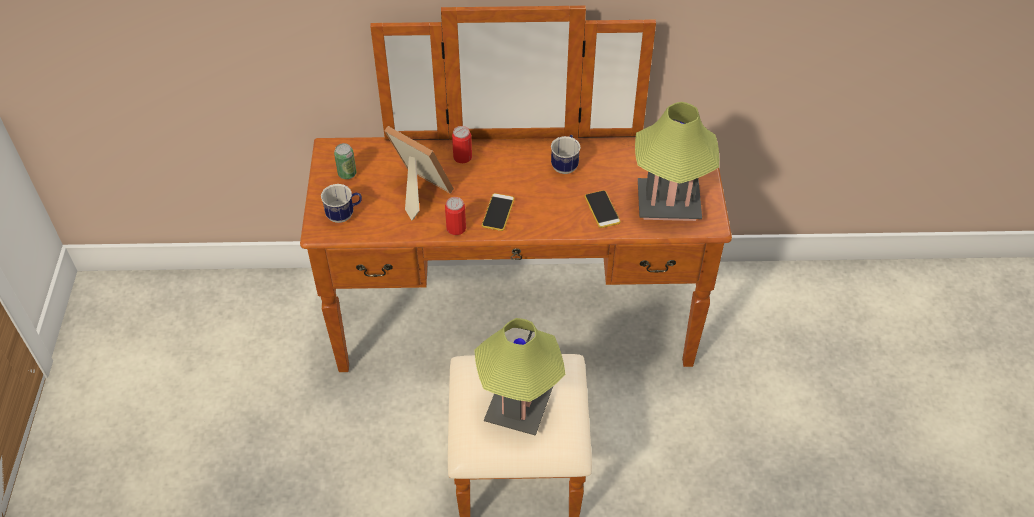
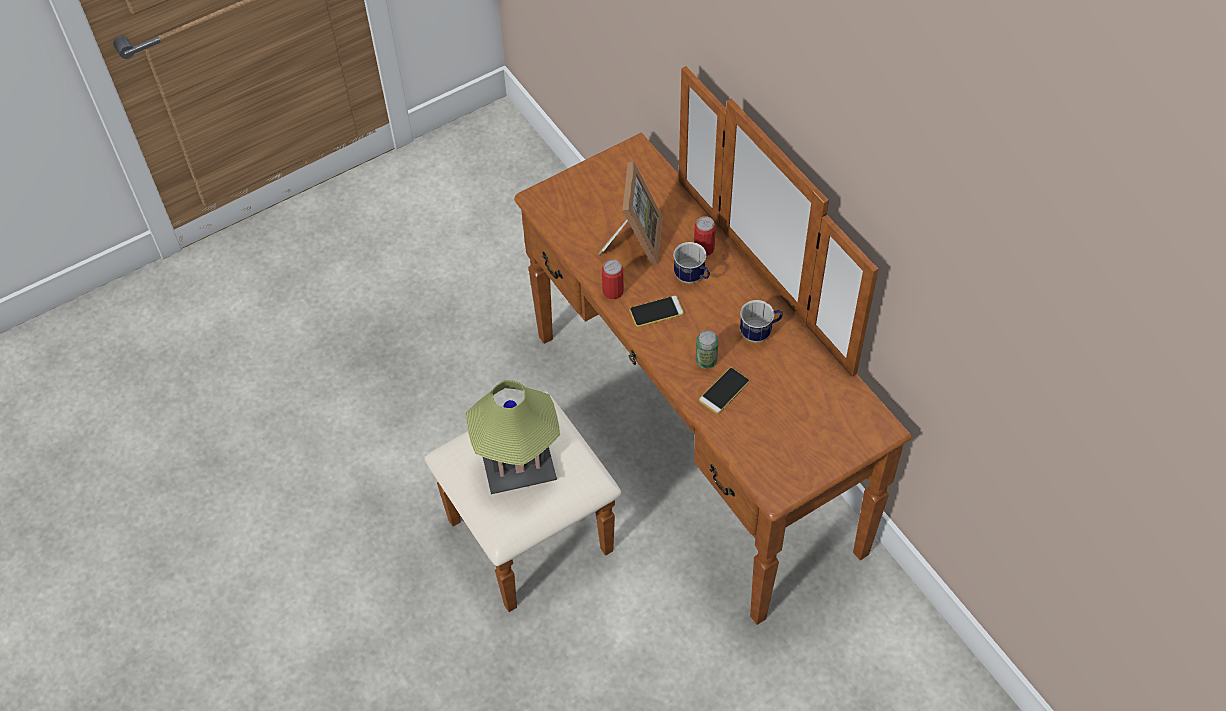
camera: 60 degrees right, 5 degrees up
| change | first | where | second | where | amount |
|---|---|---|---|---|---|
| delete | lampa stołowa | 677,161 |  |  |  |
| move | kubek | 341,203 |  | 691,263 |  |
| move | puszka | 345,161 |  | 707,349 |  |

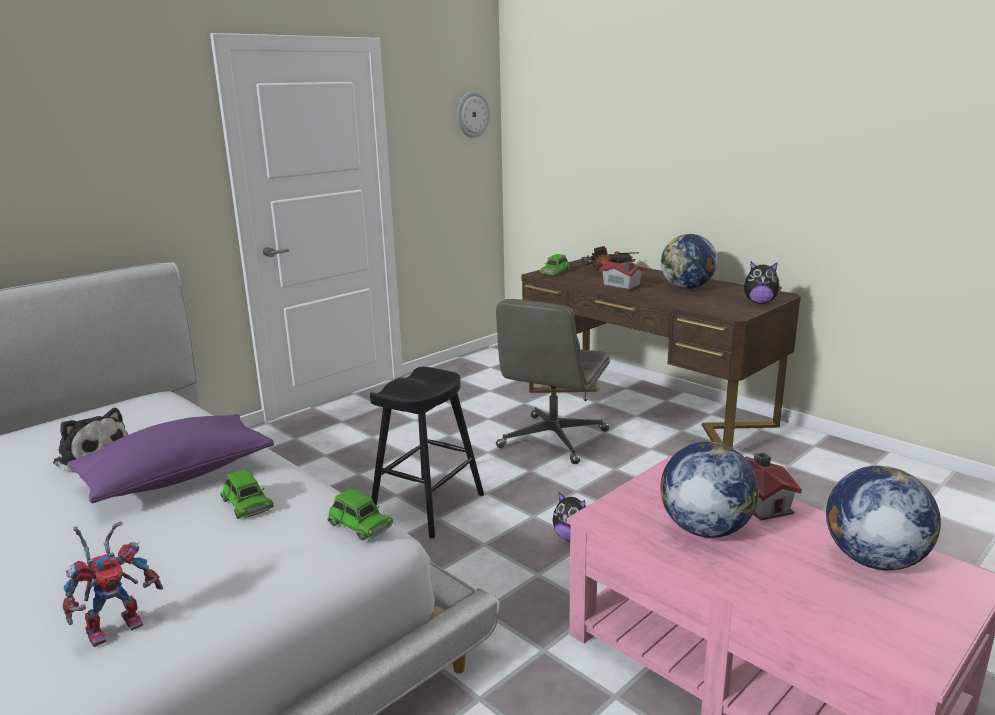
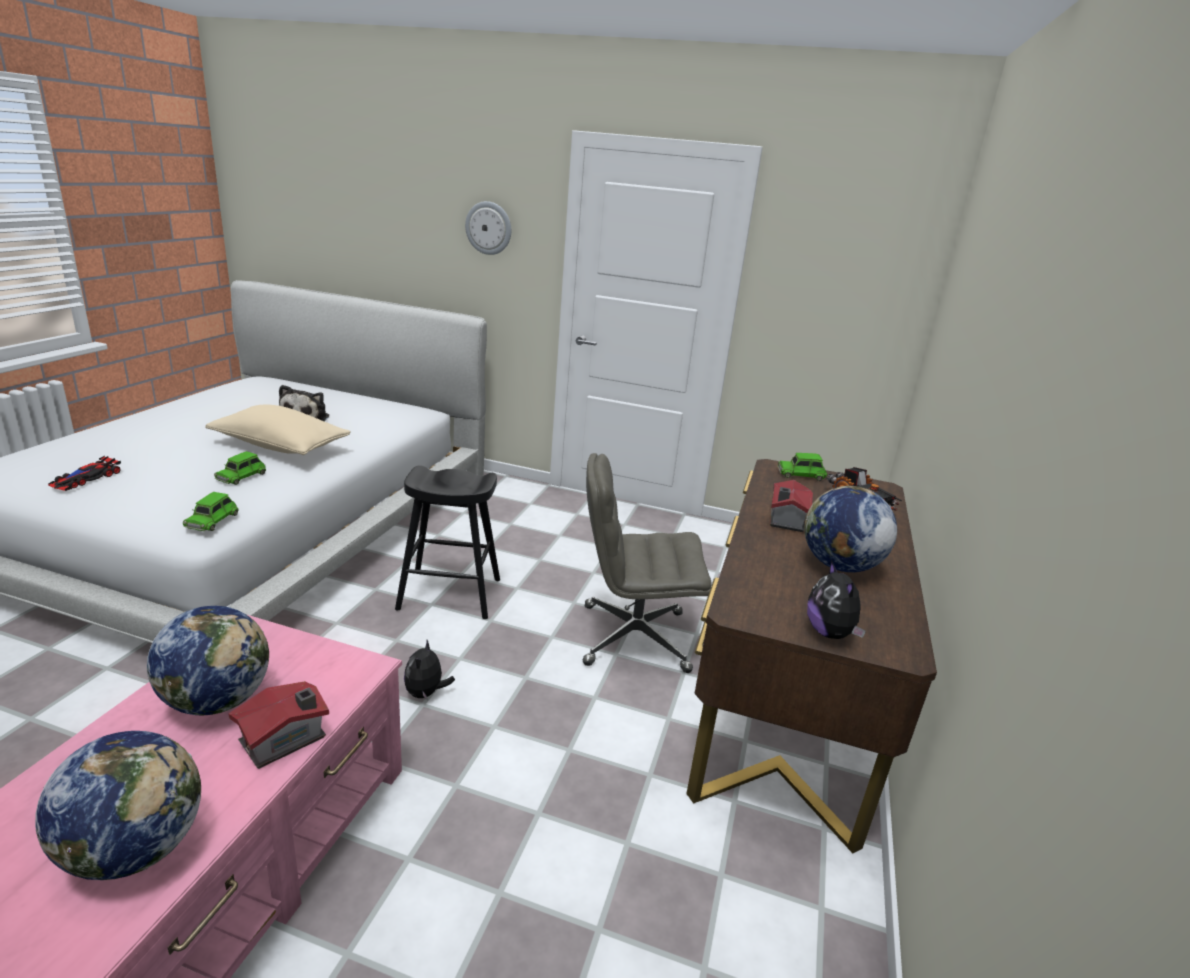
camera: 60 degrees right, 5 degrees up
| change | first | where | second | where | amount |
|---|---|---|---|---|---|
| move | zegar ścienny | 473,114 |  | 488,228 |  |
| replace | robot zabawkowy | 113,584 | samochodzik | 84,473 |  |
| recolor | poduszka [fioletowy] | 170,458 | poduszka [beżowy] | 277,430 |  |

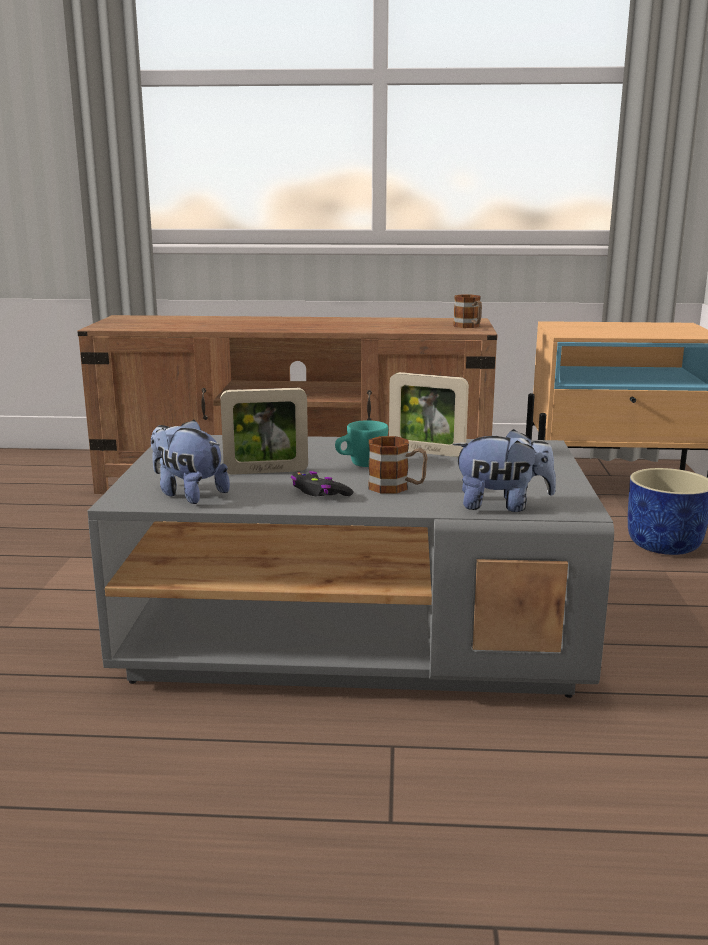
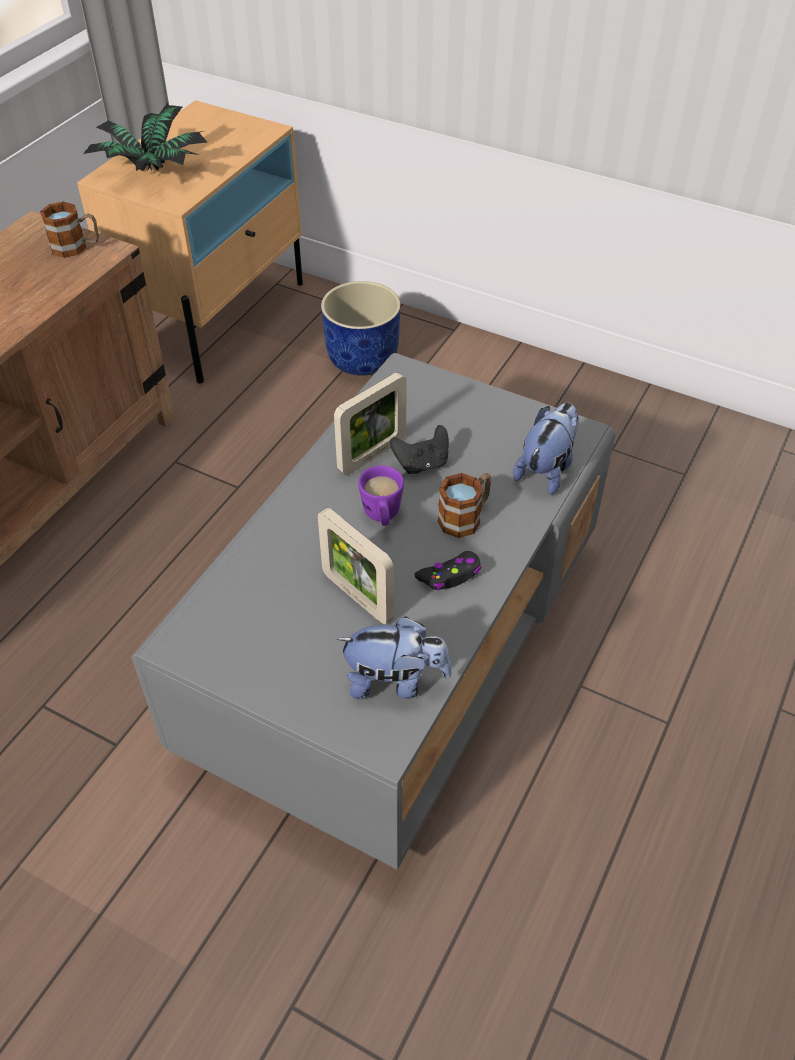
camera: 65 degrees left, 30 degrees up
| change | first | where | second | where | amount |
|---|---|---|---|---|---|
| insert |  |  | roślina doniczkowa | 145,137 |  |
| insert |  |  | pad do gier [czarny] | 419,449 |  |
| recolor | kubek [turkusowy] | 361,443 | kubek [fioletowy] | 381,495 |  |
| rotate | pluszak | 190,462 |  | 394,658 | 150 degrees counterclockwise |
| rotate | ramka na zdjęcie | 264,431 |  | 356,566 | 120 degrees clockwise |

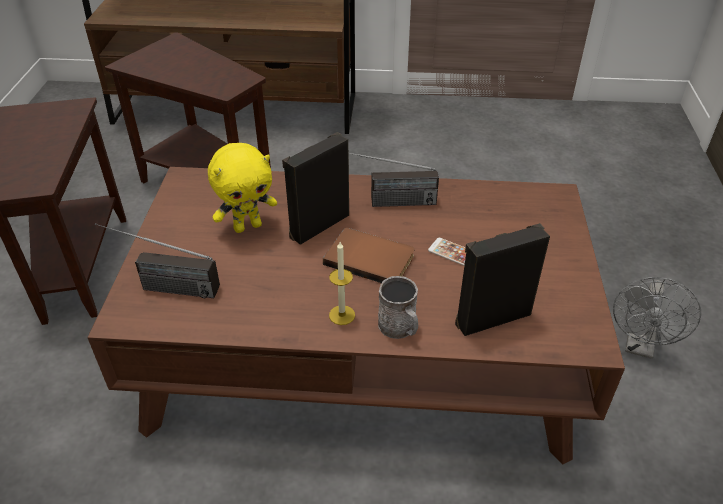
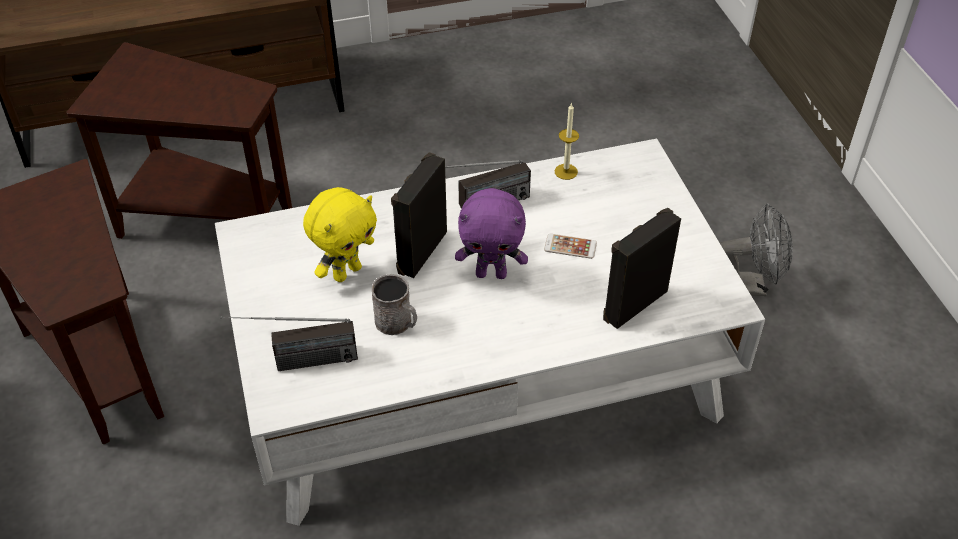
camera: 20 degrees left, 5 degrees up
| change | first | where | second | where | amount |
|---|---|---|---|---|---|
| move | świeca | 342,283 |  | 567,141 |  |
| move | kubek [szary] | 398,307 |  | 394,304 |  |
| replace | książka [brązowy] | 369,255 | pluszak [fioletowy] | 491,233 |  |
| recolor | ława [brązowy] | 356,315 | ława [biały] | 490,332 |  |
| rotate | wentylator [szary] | 657,318 |  | 756,249 | 90 degrees counterclockwise |

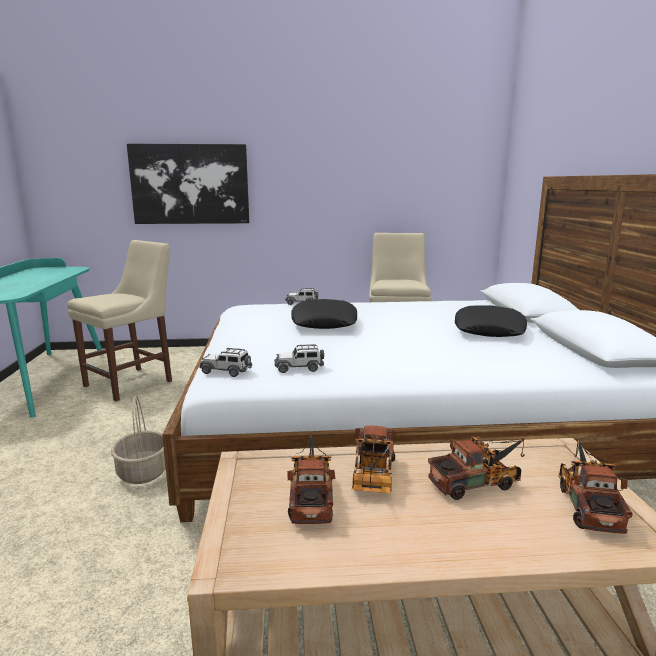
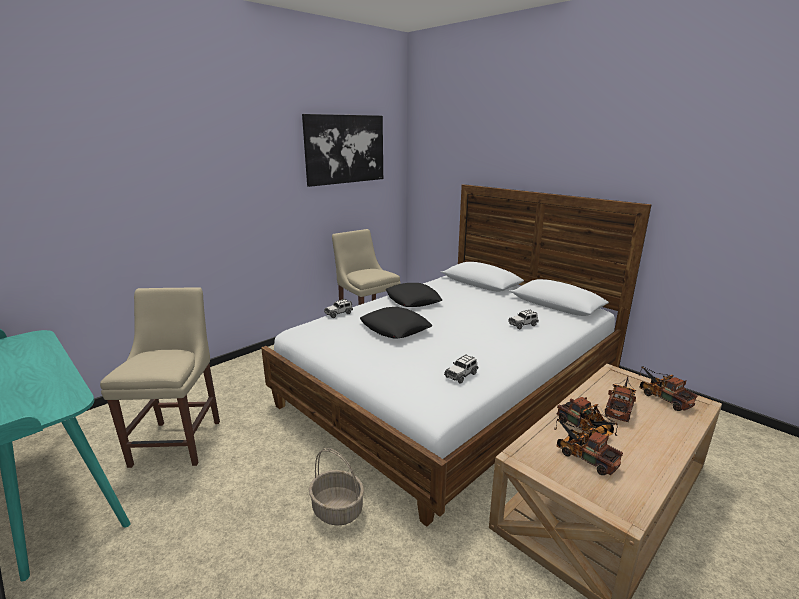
camera: 40 degrees left, 5 degrees up
| change | first | where | second | where | amount |
|---|---|---|---|---|---|
| move | obraz | 188,184 |  | 342,150 |  |
| move | samochodzik | 225,362 |  | 523,319 |  |
| move | poduszka [czarny] | 491,321 |  | 414,295 |  |

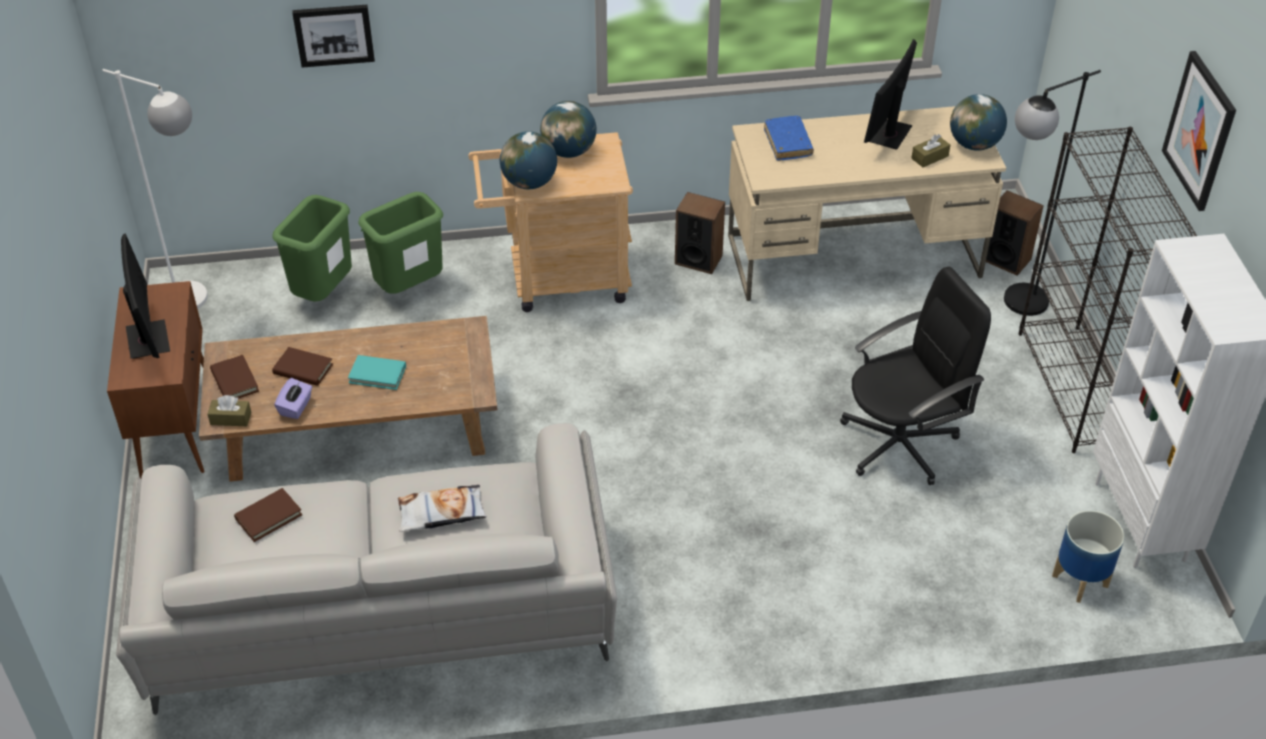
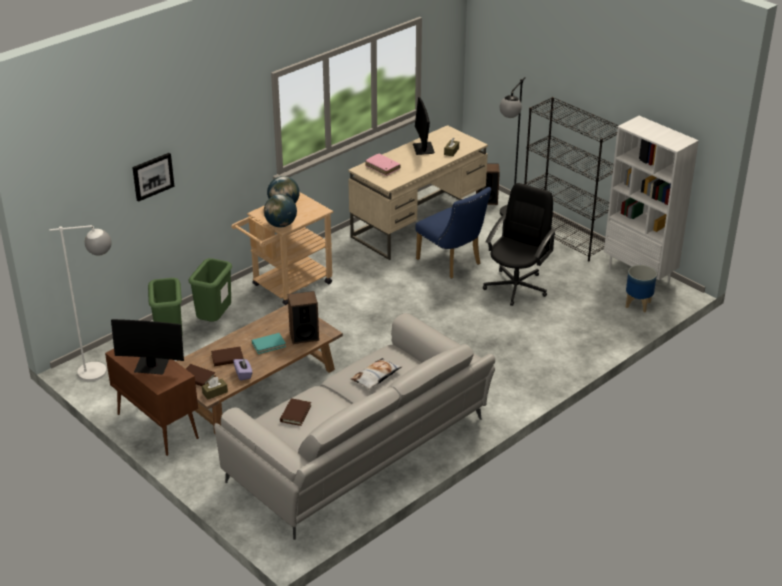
camera: 35 degrees left, 10 degrees down
| change | first | where | second | where | amount |
|---|---|---|---|---|---|
| delete | globus | 978,122 |  |  |  |
| delete | obraz | 1199,131 |  |  |  |
| insert |  |  | krzesło [niebieski] | 453,233 |  |
| move | głośnik | 700,233 |  | 303,317 |  |
| recolor | książka [niebieski] | 789,138 | książka [różowy] | 382,165 |  |
| rotate | monitor | 145,296 |  | 147,347 | 150 degrees clockwise |

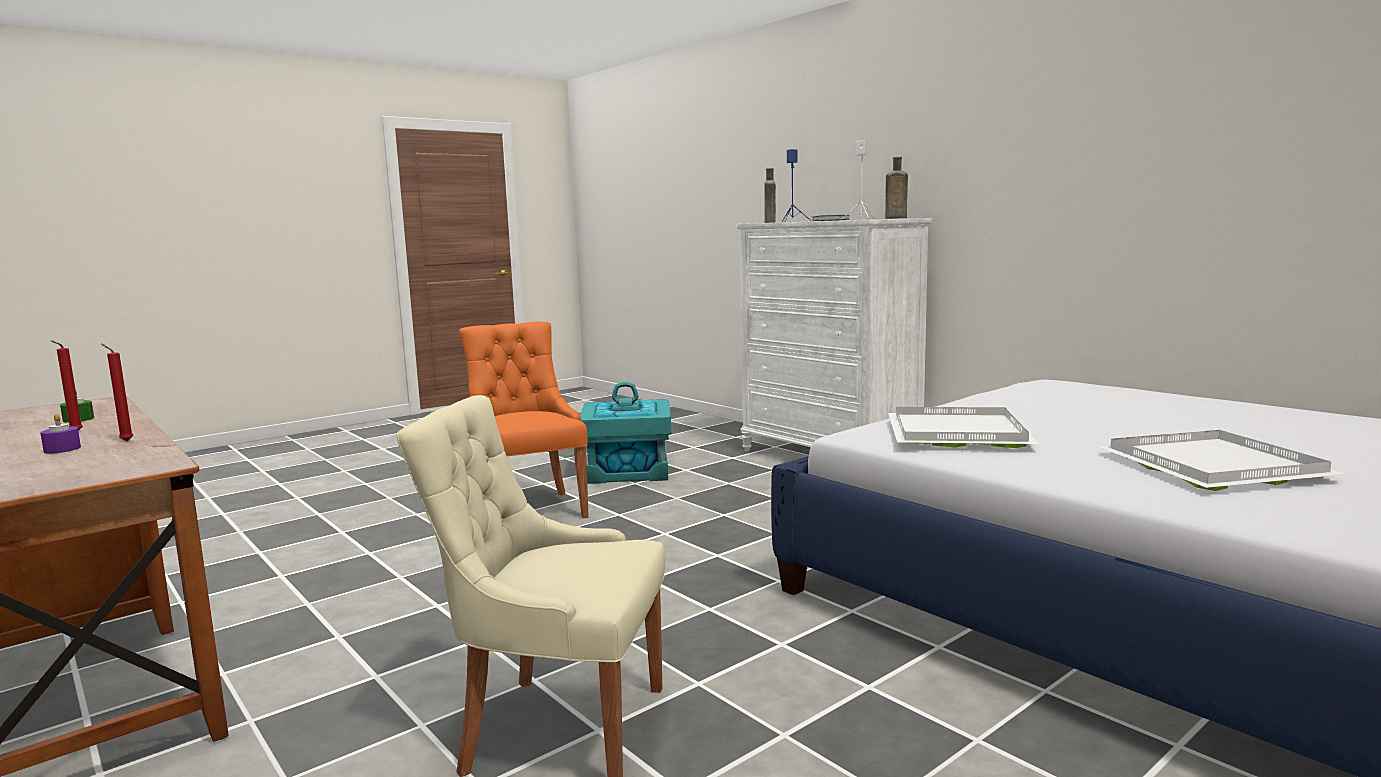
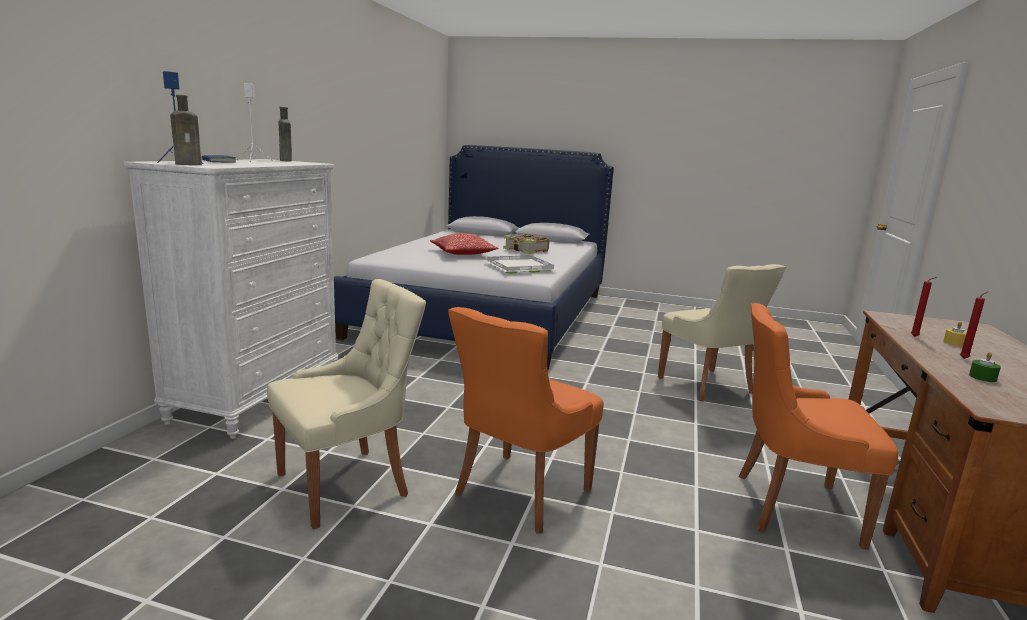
camera: 125 degrees left, 5 degrees up
| change | first | where | second | where | amount |
|---|---|---|---|---|---|
| insert |  |  | poduszka | 464,244 |  |
| insert |  |  | krzesło [pomarańczowy] | 818,426 |  |
| replace | pojemnik do przechowywania [turkusowy] | 626,433 | krzesło [beżowy] | 346,404 |  |
| replace | taca [biały] | 1222,460 | książka | 526,244 |  |
| recolor | świeca [fioletowy] | 60,433 | świeca [żółty] | 955,334 |  |

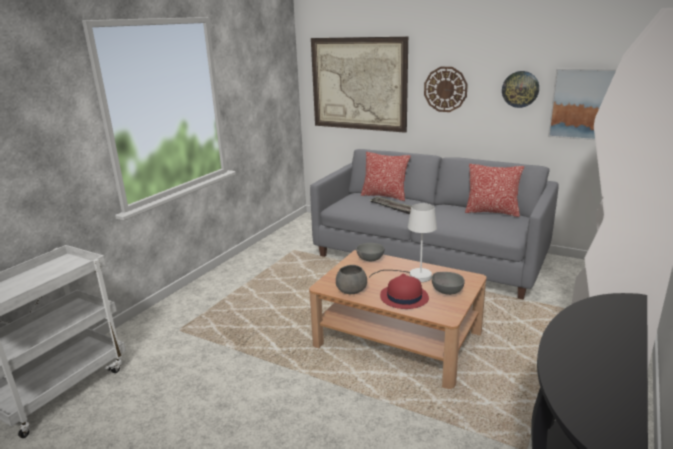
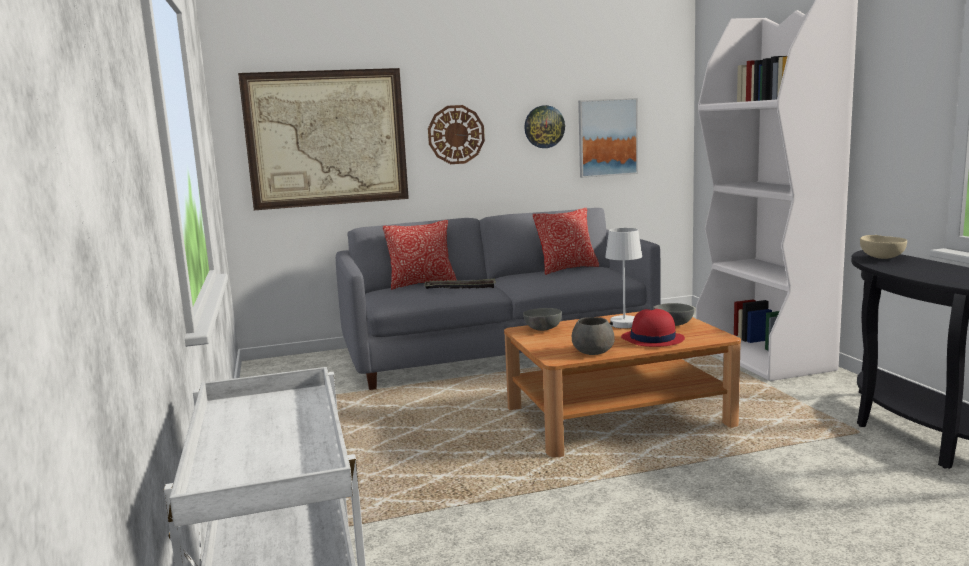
camera: 45 degrees left, 10 degrees down
| change | first | where | second | where | amount |
|---|---|---|---|---|---|
| insert |  |  | miska [beżowy] | 883,247 |  |

